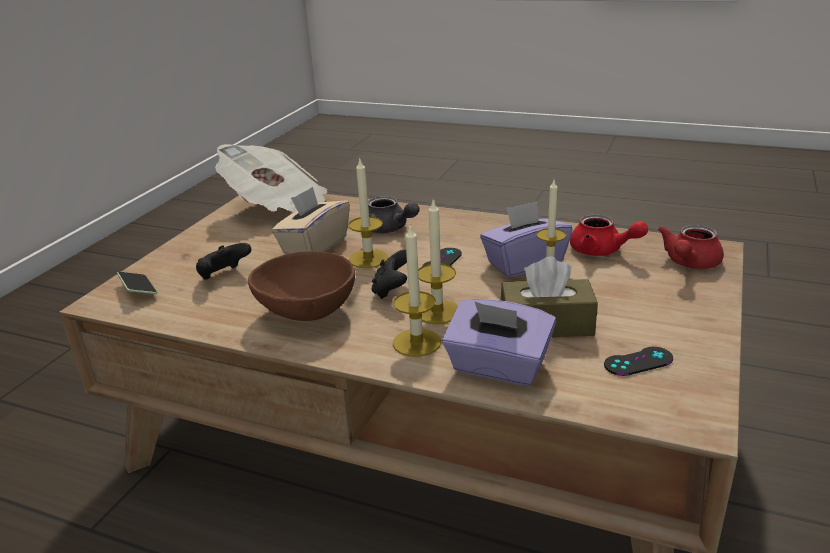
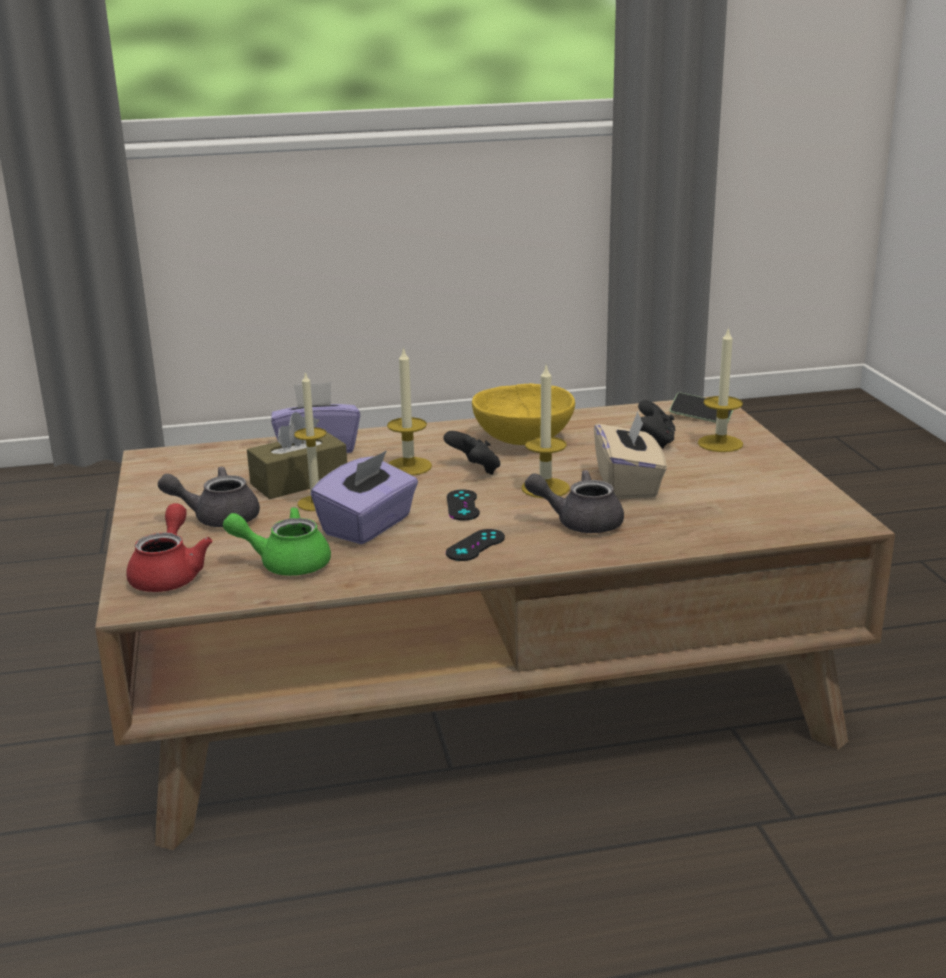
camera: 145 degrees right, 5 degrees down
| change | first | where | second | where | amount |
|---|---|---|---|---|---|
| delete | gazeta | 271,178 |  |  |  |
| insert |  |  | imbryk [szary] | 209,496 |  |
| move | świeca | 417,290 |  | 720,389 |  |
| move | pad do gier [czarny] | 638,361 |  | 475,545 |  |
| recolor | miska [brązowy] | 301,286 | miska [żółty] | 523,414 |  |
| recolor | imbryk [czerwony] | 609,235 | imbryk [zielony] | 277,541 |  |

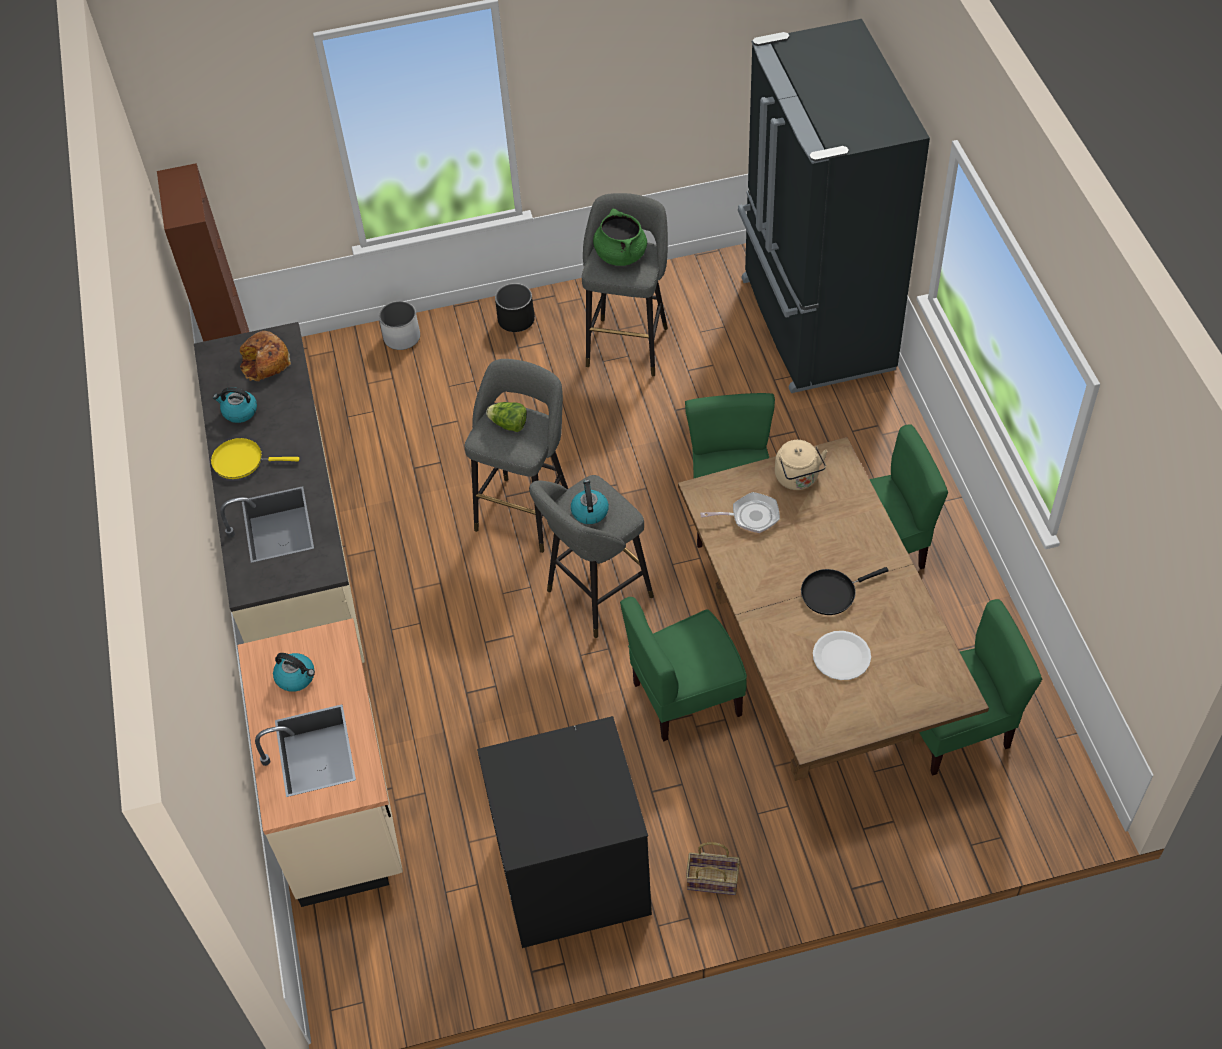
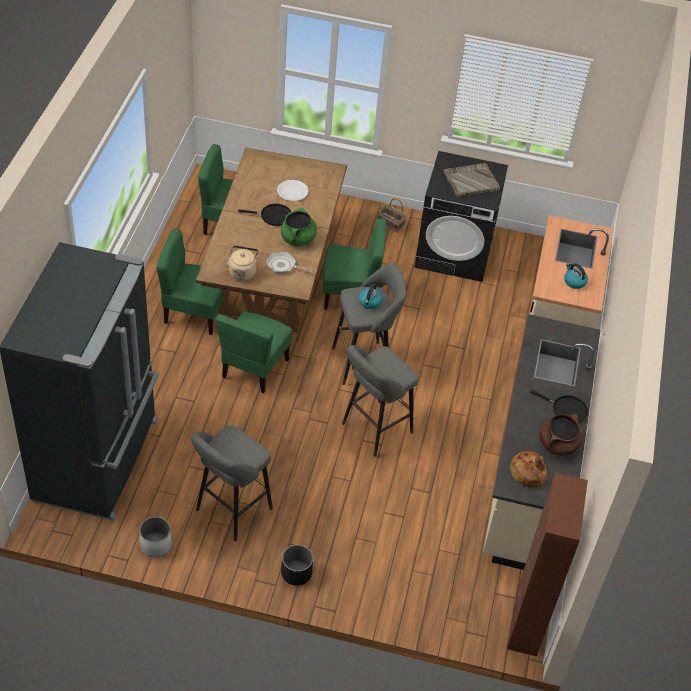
camera: 160 degrees left, 5 degrees down
| change | first | where | second | where | amount |
|---|---|---|---|---|---|
| delete | sałata | 506,417 |  |  |  |
| insert |  |  | taca [szary] | 472,180 |  |
| move | donica [biały] | 399,325 |  | 155,537 |  |
| move | garnek [zielony] | 620,237 |  | 299,227 |  |
| replace | czajnik | 235,405 | garnek [brązowy] | 560,435 |  |
| recolor | patelnia [żółty] | 255,458 | patelnia [czarny] | 559,406 |  |

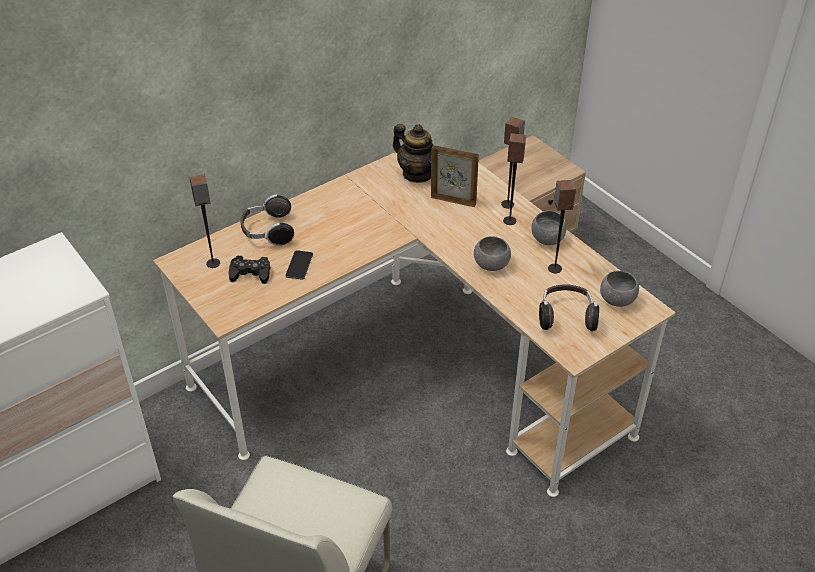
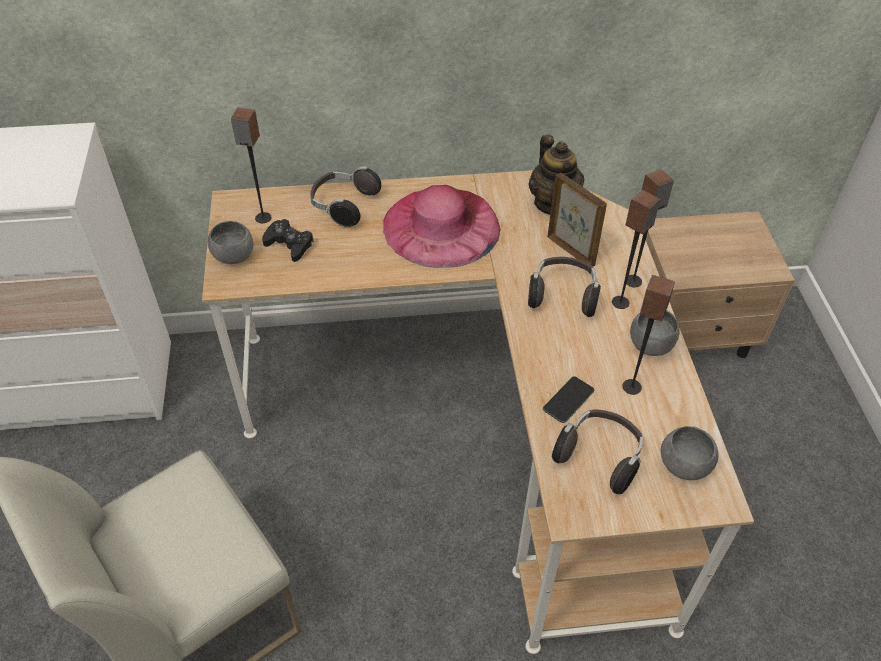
camera: 30 degrees right, 5 degrees up
| change | first | where | second | where | amount |
|---|---|---|---|---|---|
| insert |  |  | kapelusz [różowy] | 442,226 |  |
| insert |  |  | słuchawki | 564,287 |  |
| move | telefon | 299,265 |  | 569,399 |  |
| move | miska [szary] | 492,253 |  | 230,242 |  |

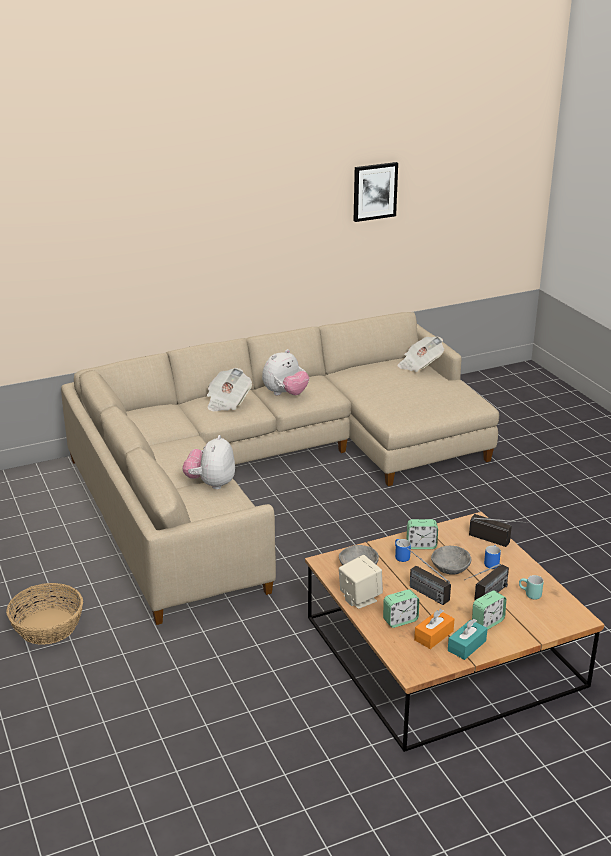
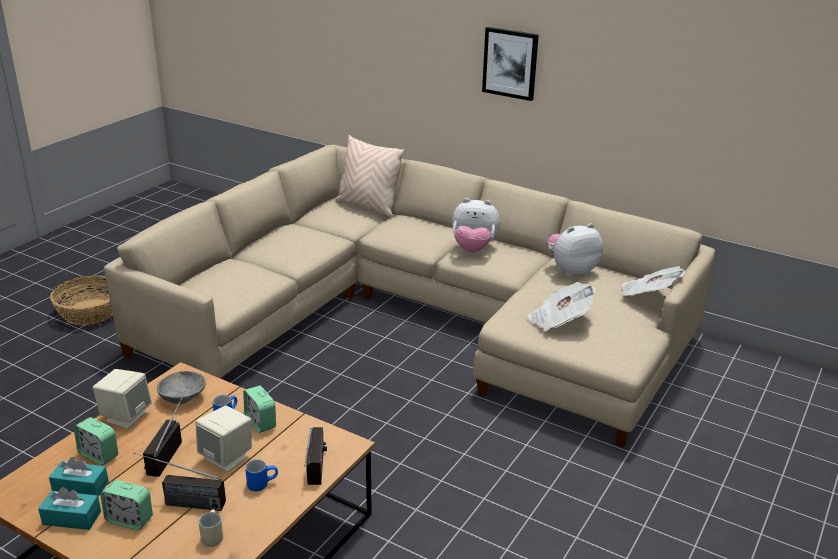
camera: 55 degrees right, 0 degrees up
| change | first | where | second | where | amount |
|---|---|---|---|---|---|
| insert |  |  | poduszka [beżowy] | 370,176 |  |
| move | pluszak | 208,462 |  | 575,250 |  |
| move | gazeta | 229,389 |  | 562,306 |  |
| move | obraz | 376,192 |  | 510,64 |  |
| replace | miska [szary] | 451,560 | głośnik [beżowy] | 223,438 |  |
| recolor | pudełko chusteczek [pomarańczowy] | 434,629 | pudełko chusteczek [turkusowy] | 79,477 |  |
| recolor | kubek [turkusowy] | 531,587 | kubek [beżowy] | 211,528 |  |

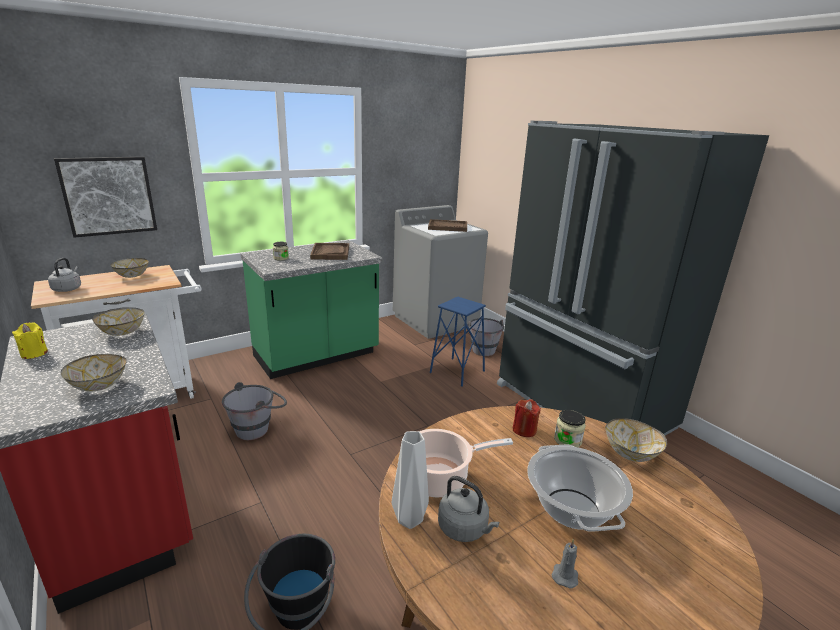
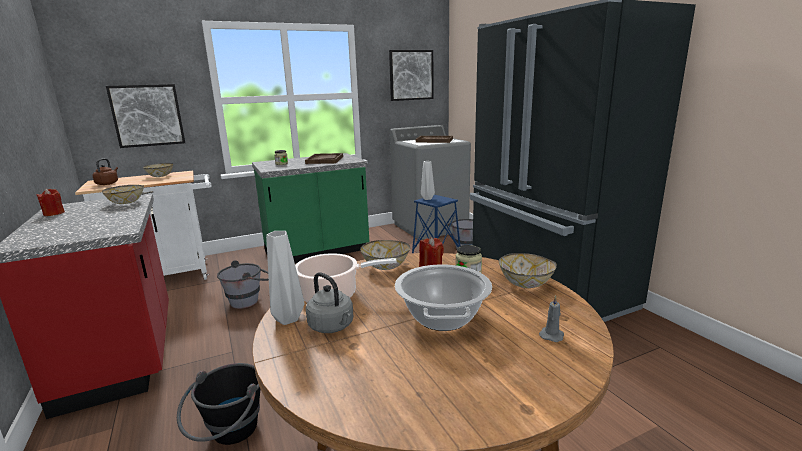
camera: 10 degrees right, 5 degrees down
| change | first | where | second | where | amount |
|---|---|---|---|---|---|
| insert |  |  | obraz | 411,75 |  |
| insert |  |  | wazon [szary] | 428,180 |  |
| move | miska | 94,372 |  | 385,255 |  |
| move | świeca [szary] | 565,563 |  | 551,318 |  |
| recolor | świeca [żółty] | 30,340 | świeca [czerwony] | 51,202 |  |
| recolor | czajnik [szary] | 64,275 | czajnik [brązowy] | 105,171 |  |

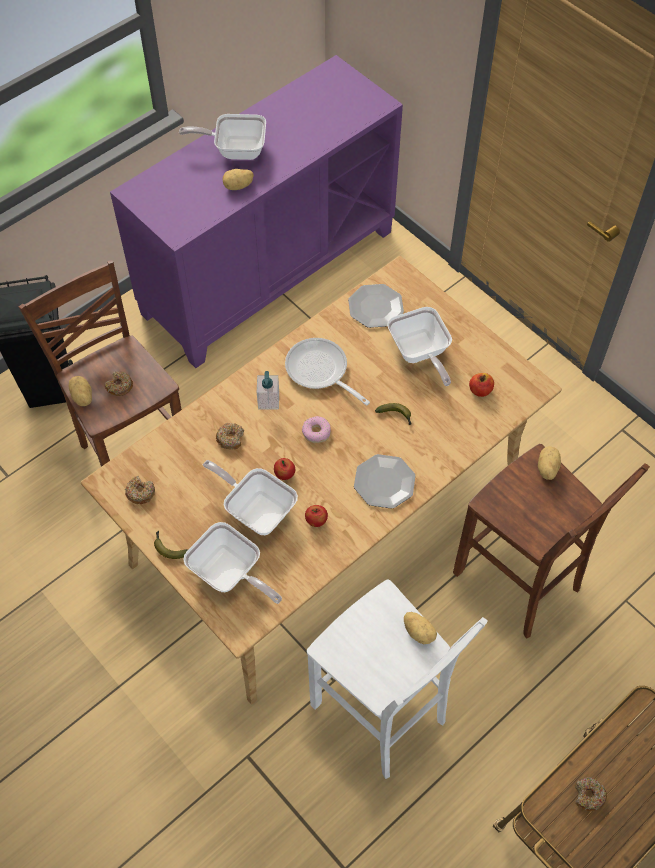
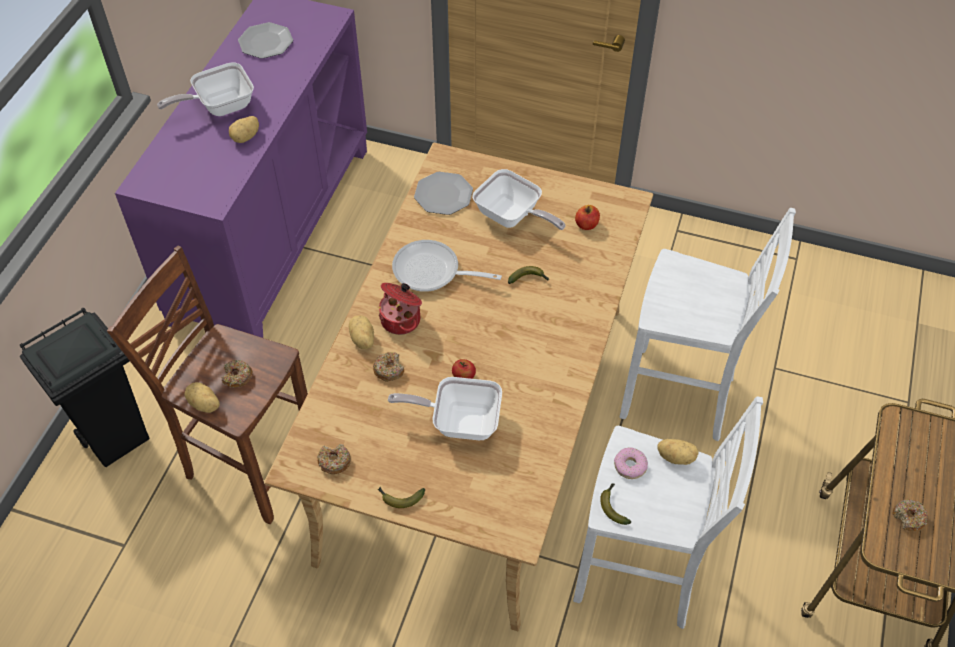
camera: 30 degrees left, 5 degrees down
| change | first | where | second | where | amount |
|---|---|---|---|---|---|
| delete | patelnia | 232,563 |  |  |  |
| delete | jabłko | 316,516 |  |  |  |
| insert |  |  | banan | 615,504 |  |
| move | donut | 316,429 |  | 631,463 |  |
| move | talerz | 384,481 |  | 265,40 |  |
| move | ziemniak | 549,463 |  | 361,332 |  |
| replace | dozownik mydła | 268,390 | garnek | 400,309 |  |
| recolor | stołek [brązowy] | 551,541 | stołek [biały] | 708,324 |  |

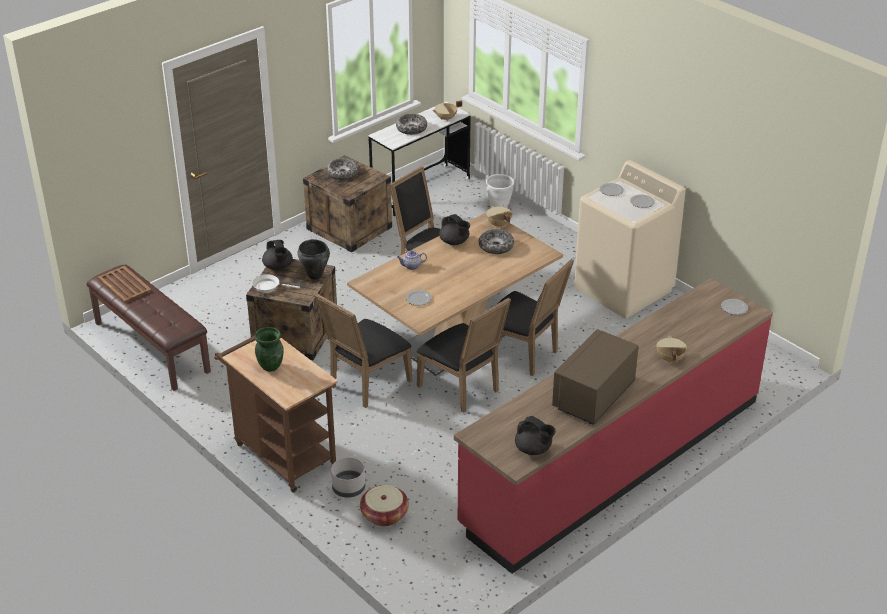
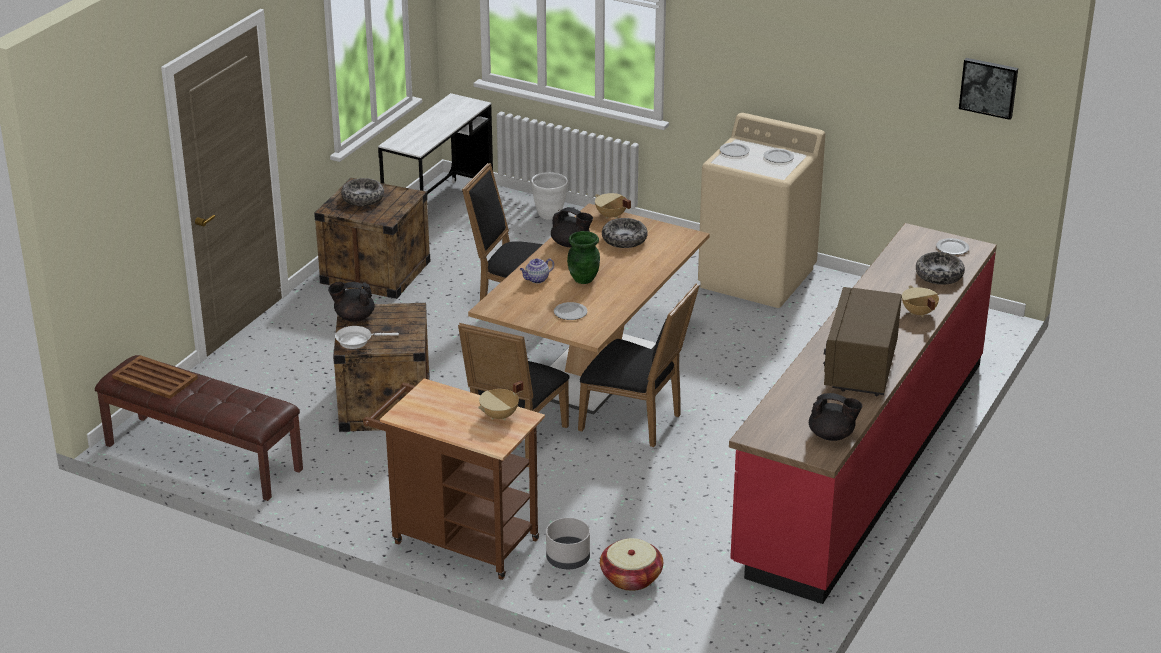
camera: 20 degrees left, 5 degrees down
| change | first | where | second | where | amount |
|---|---|---|---|---|---|
| delete | garnek [czarny] | 313,259 |  |  |  |
| delete | krzesło [czarny] | 535,317 |  |  |  |
| insert |  |  | obraz | 988,89 |  |
| move | wazon [zielony] | 269,349 |  | 583,257 |  |
| move | miska | 411,124 |  | 940,268 |  |
| move | garnek [beżowy] | 447,111 |  | 500,401 |  |
| rotate | imbryk [czarny] | 277,255 |  | 351,302 | 135 degrees clockwise |

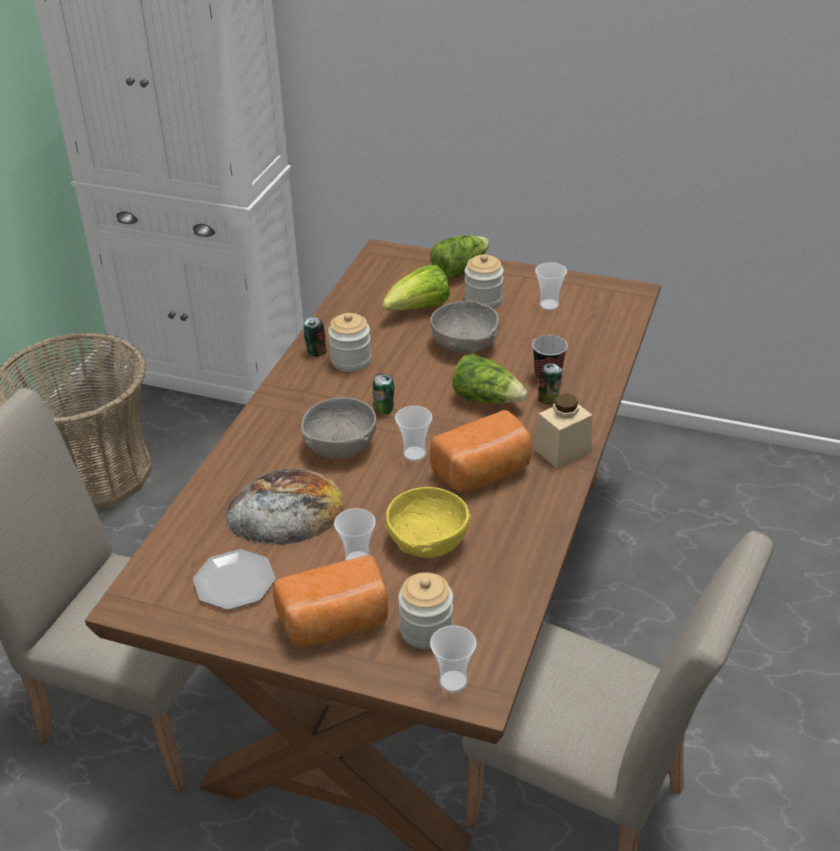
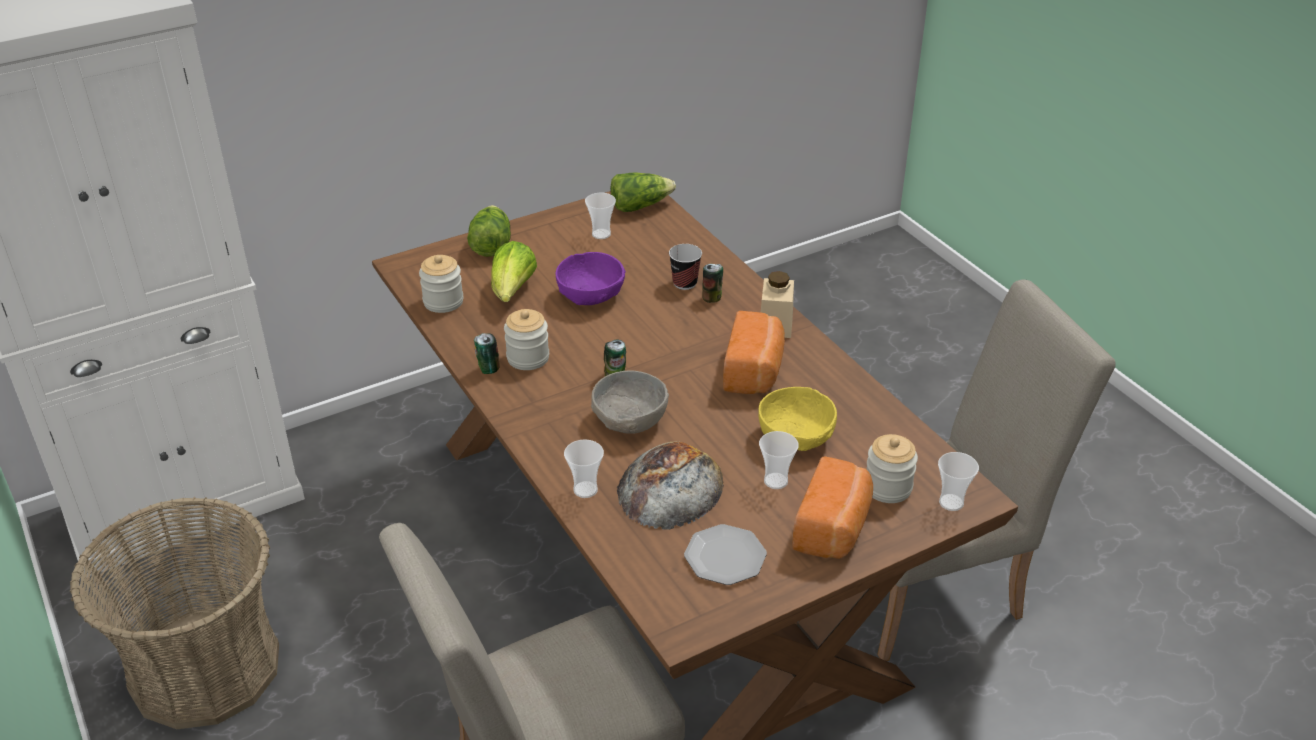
camera: 50 degrees left, 0 degrees up
| change | first | where | second | where | amount |
|---|---|---|---|---|---|
| move | filiżanka | 413,433 |  | 584,469 |  |
| move | sałata | 489,379 |  | 643,192 |  |
| move | słoik | 484,281 |  | 441,284 |  |
| recolor | miska [szary] | 464,326 | miska [fioletowy] | 591,278 |  |

